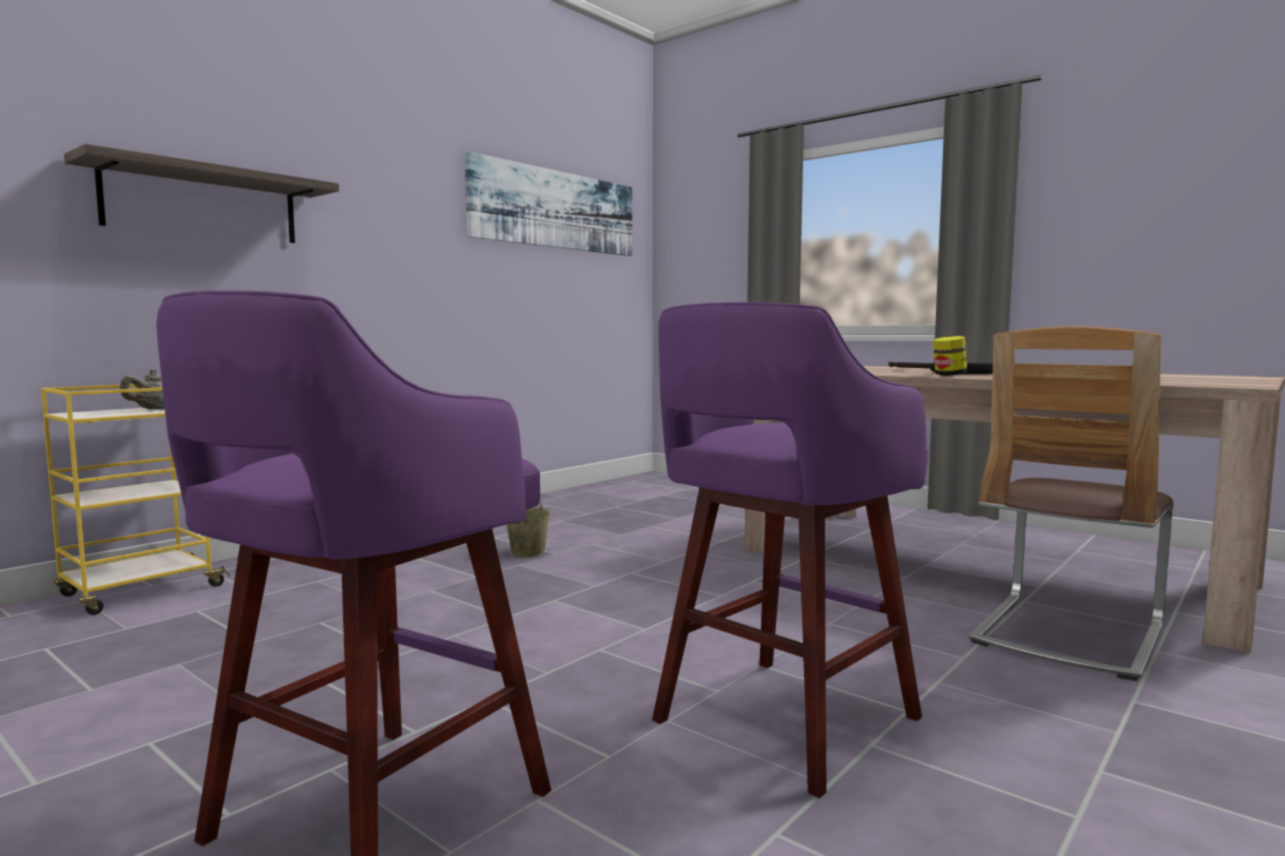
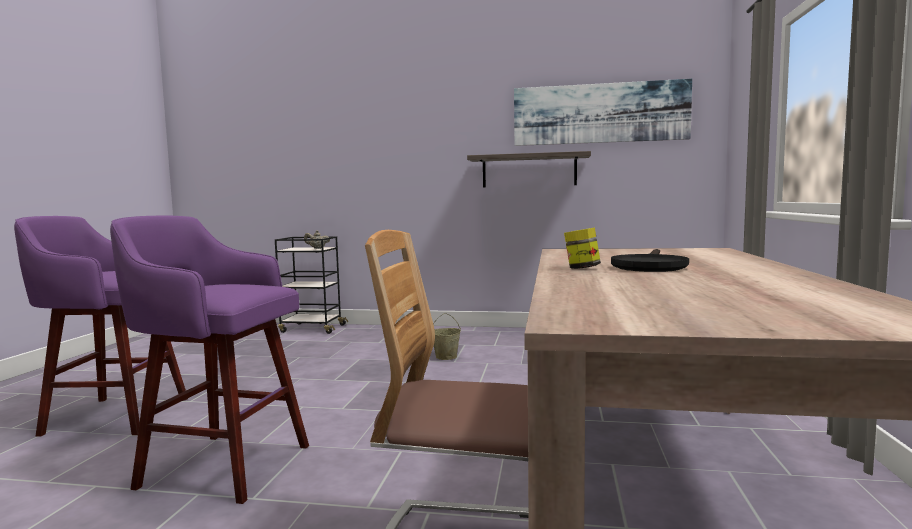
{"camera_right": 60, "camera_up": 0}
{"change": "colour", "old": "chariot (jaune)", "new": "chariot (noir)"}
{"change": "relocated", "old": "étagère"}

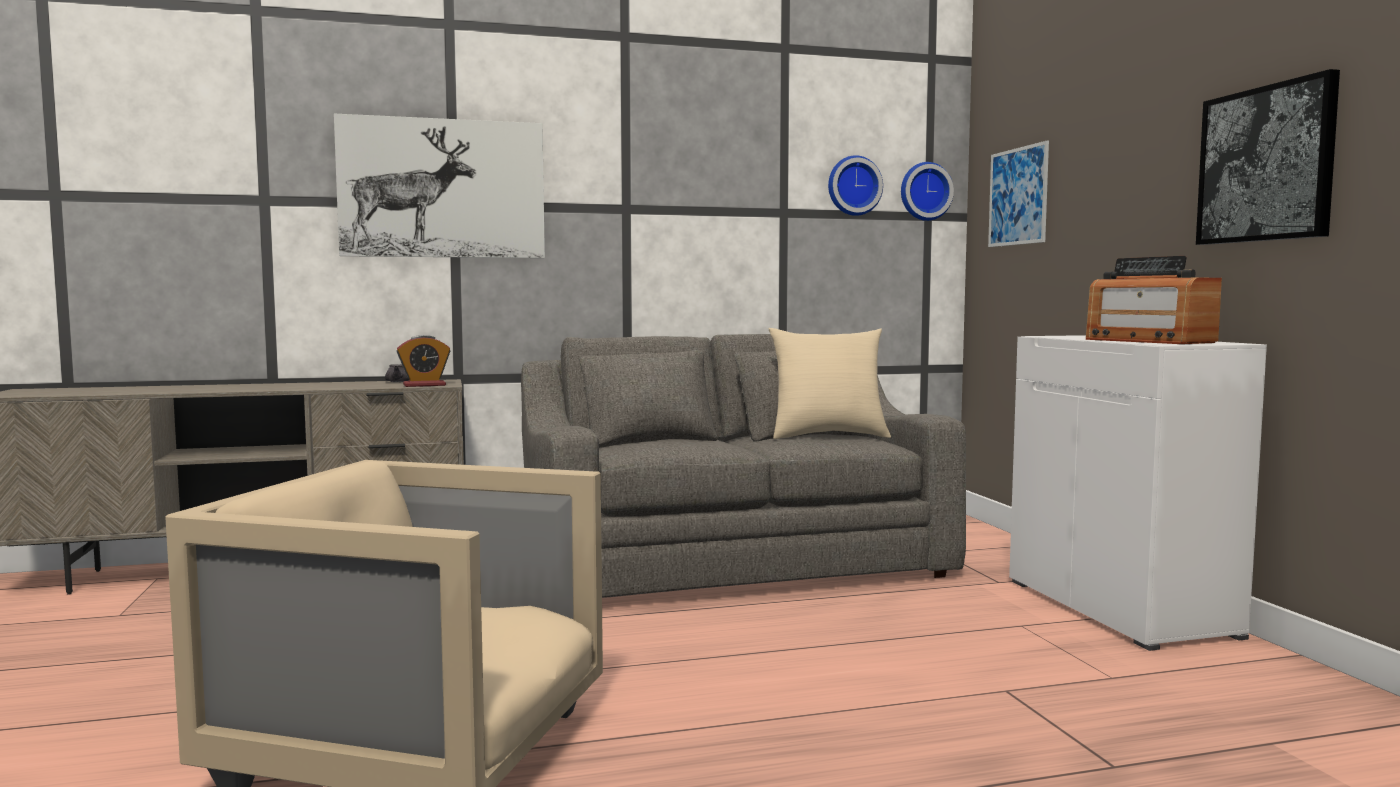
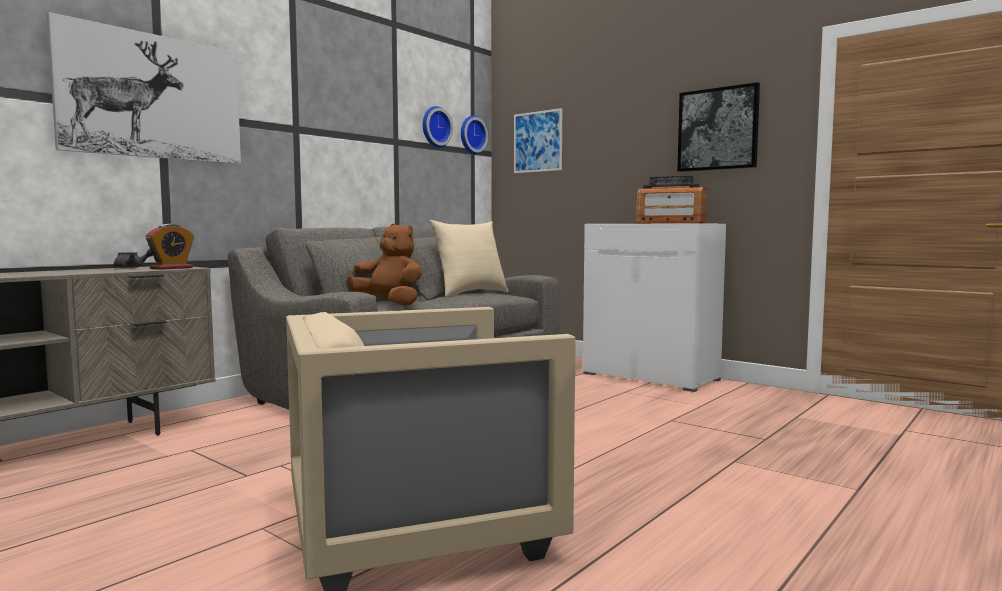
{"camera_right": -35, "camera_up": 0}
{"change": "appeared", "new": "peluche (marron)"}

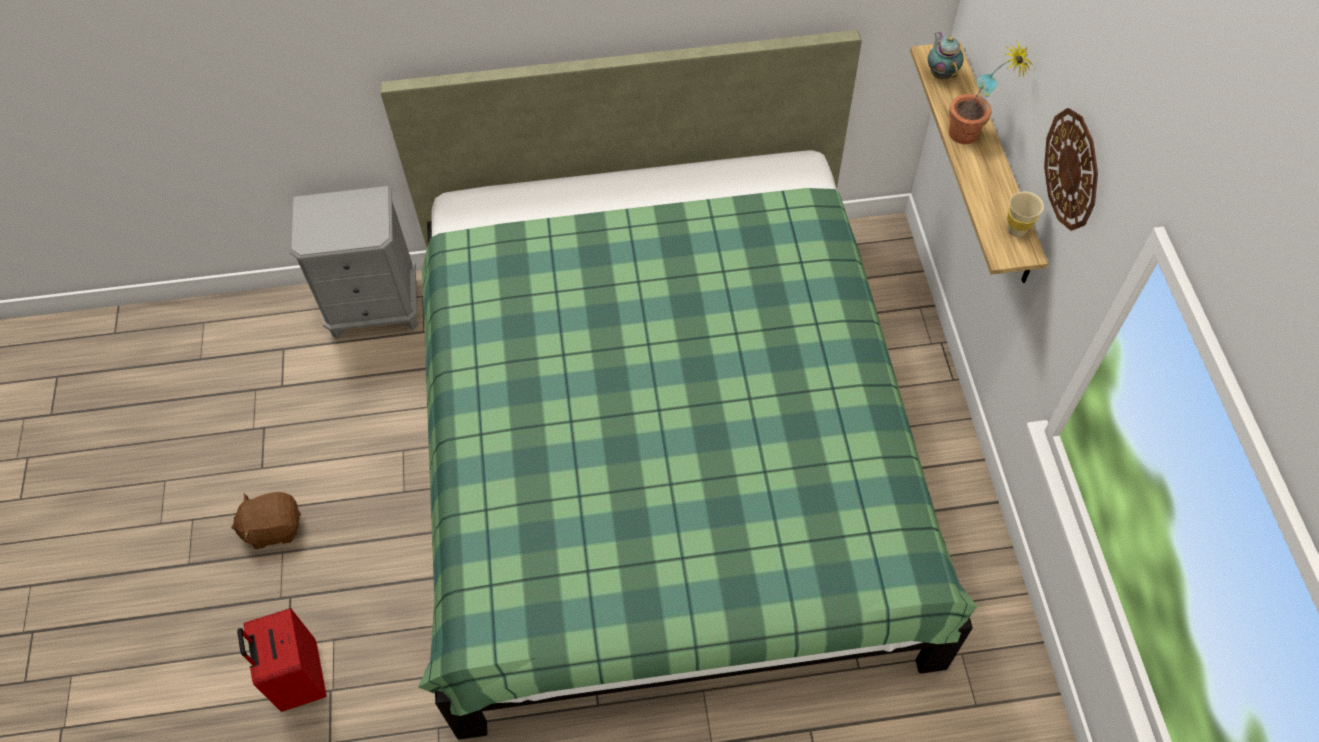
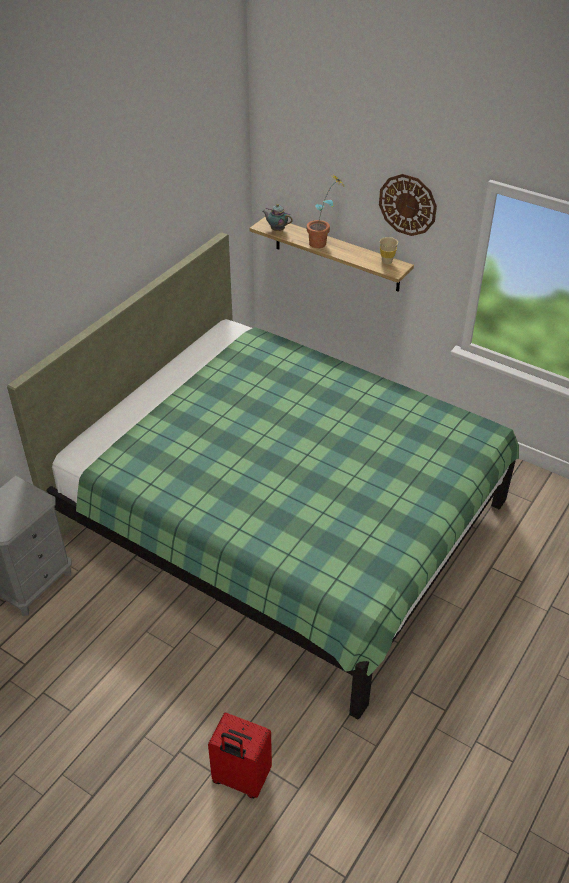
{"camera_right": -50, "camera_up": -15}
{"change": "missing", "old": "peluche (marron)"}

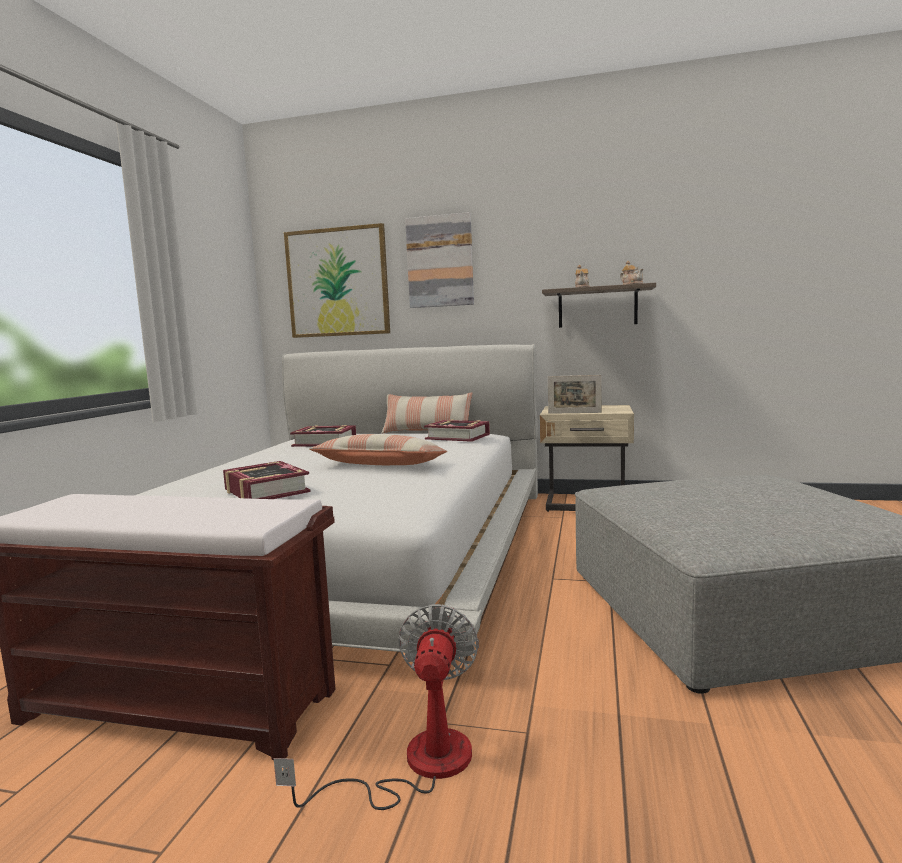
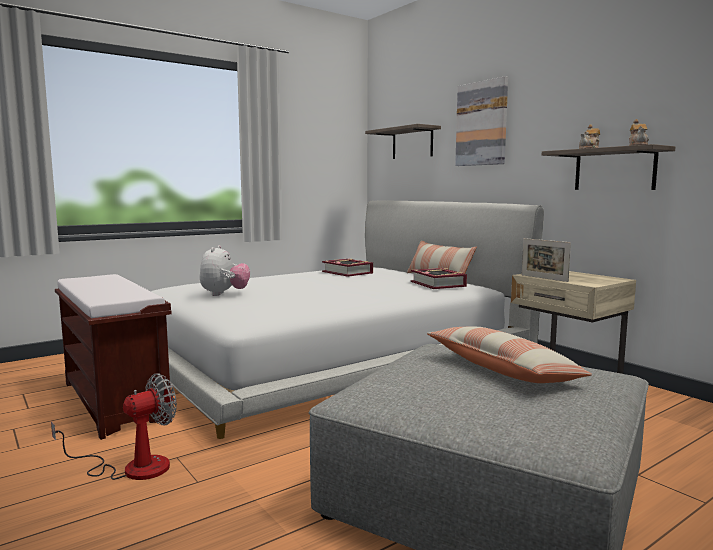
{"camera_right": 40, "camera_up": 0}
{"change": "exchanged", "old": "livre (no. 1 from left)", "new": "peluche"}
{"change": "exchanged", "old": "tableau (no. 1 from left)", "new": "étagère (no. 1 from left)"}
{"change": "relocated", "old": "coussin (no. 1 from left in the first image)", "new": "coussin (no. 2 from left)"}

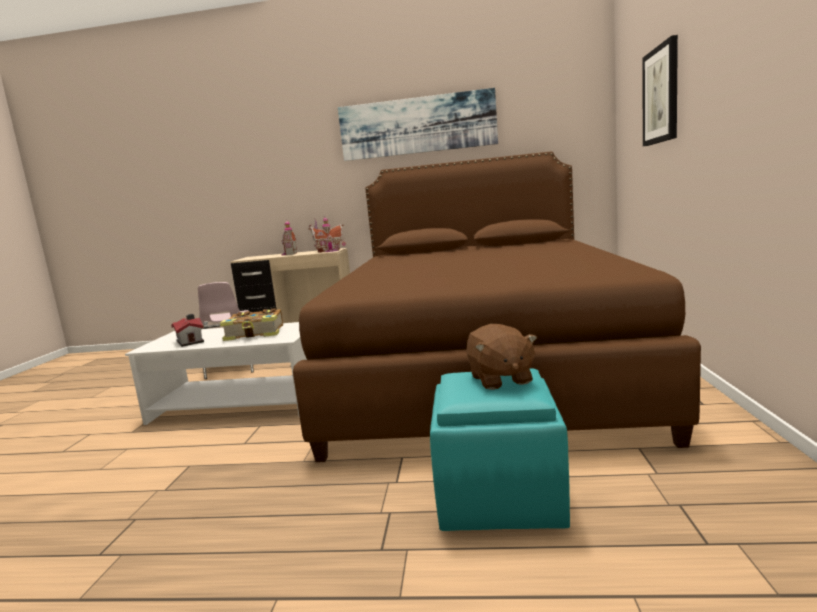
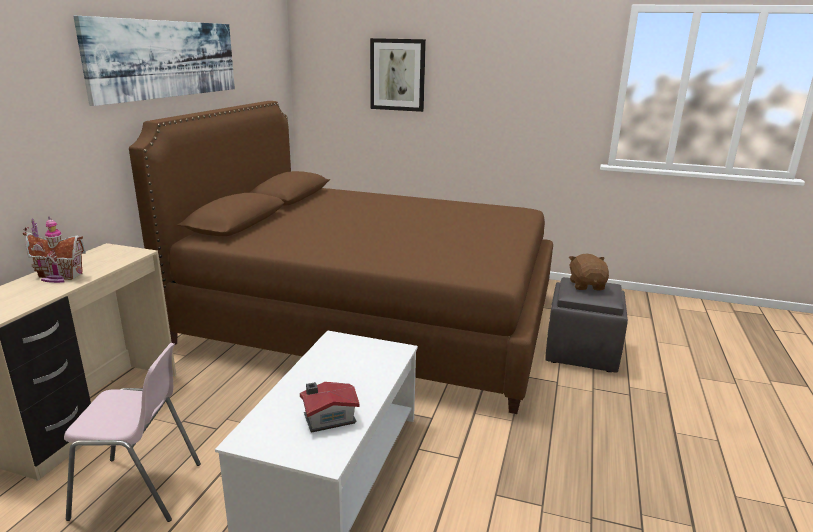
{"camera_right": -80, "camera_up": 10}
{"change": "colour", "old": "pouf (turquoise)", "new": "pouf (gris)"}
{"change": "spun", "old": "peluche (marron)", "degrees": -90}
{"change": "missing", "old": "livre"}
{"change": "missing", "old": "maison miniature (no. 3 from left)"}

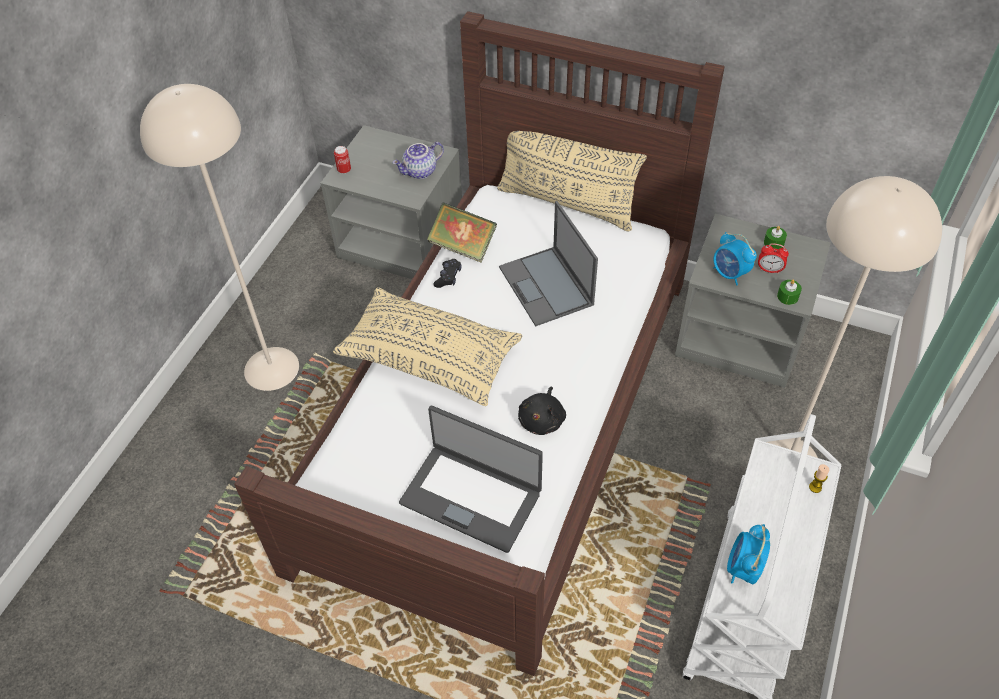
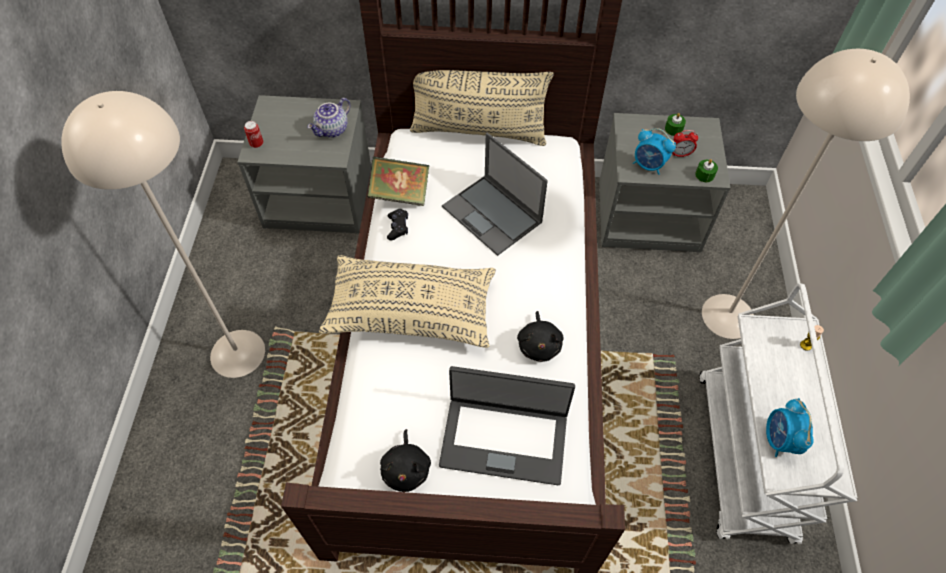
{"camera_right": -20, "camera_up": 5}
{"change": "appeared", "new": "peluche (noir) (no. 1 from left)"}

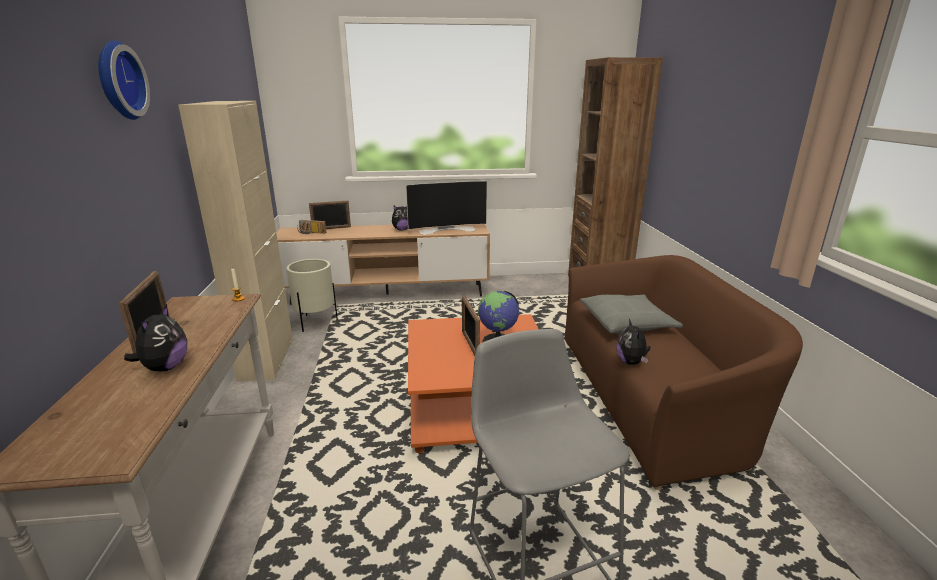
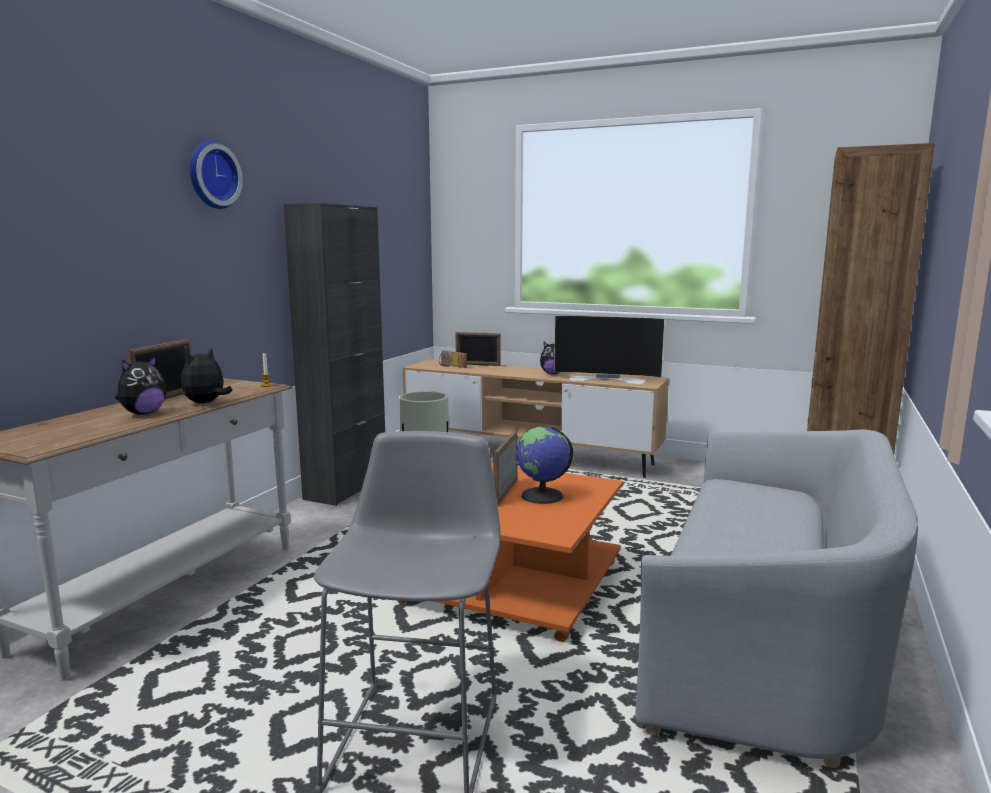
{"camera_right": 30, "camera_up": -10}
{"change": "relocated", "old": "peluche (no. 3 from left in the first image)", "new": "peluche (no. 2 from left)"}
{"change": "colour", "old": "meuble de rangement (beige)", "new": "meuble de rangement (noir)"}
{"change": "colour", "old": "canapé (marron)", "new": "canapé (gris)"}
{"change": "missing", "old": "coussin (gris)"}

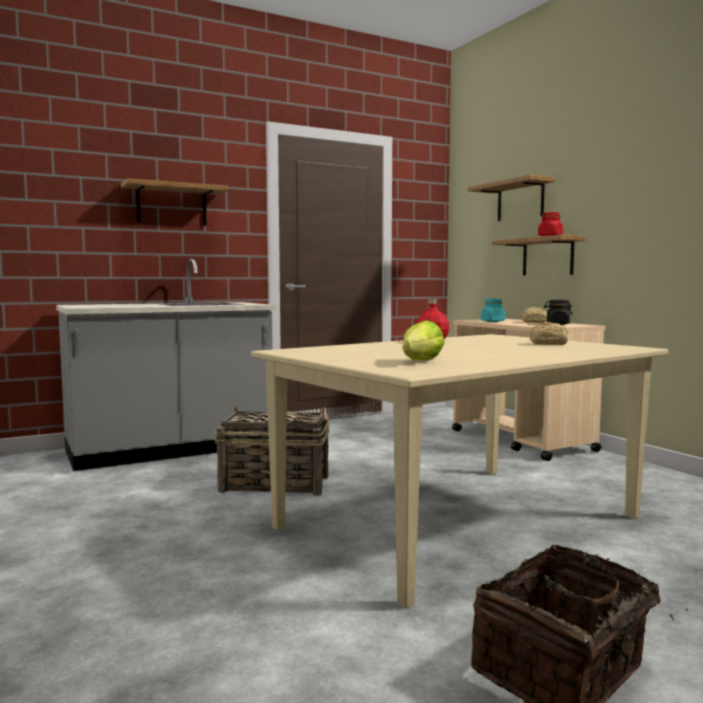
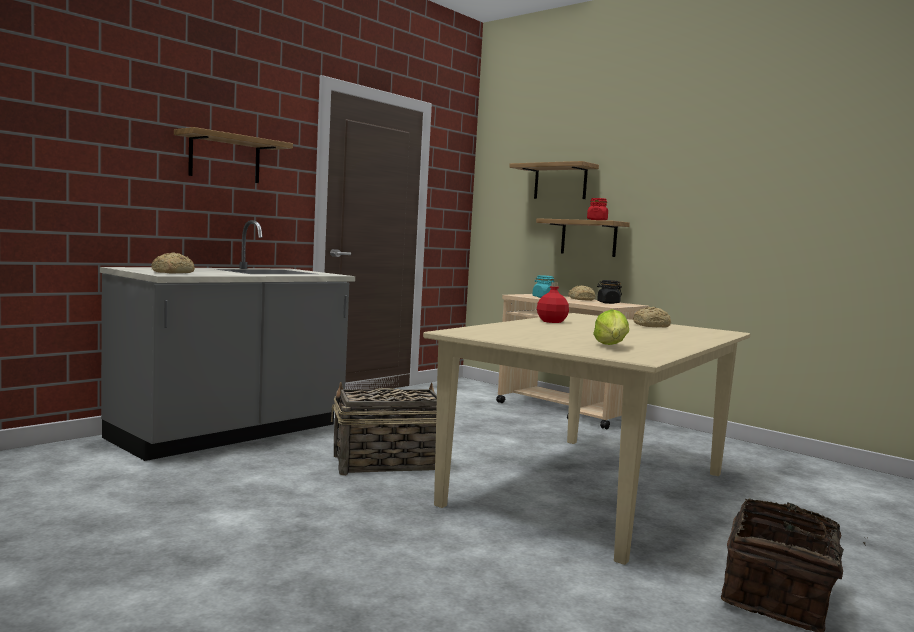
{"camera_right": -20, "camera_up": 0}
{"change": "appeared", "new": "pain (no. 1 from left)"}

